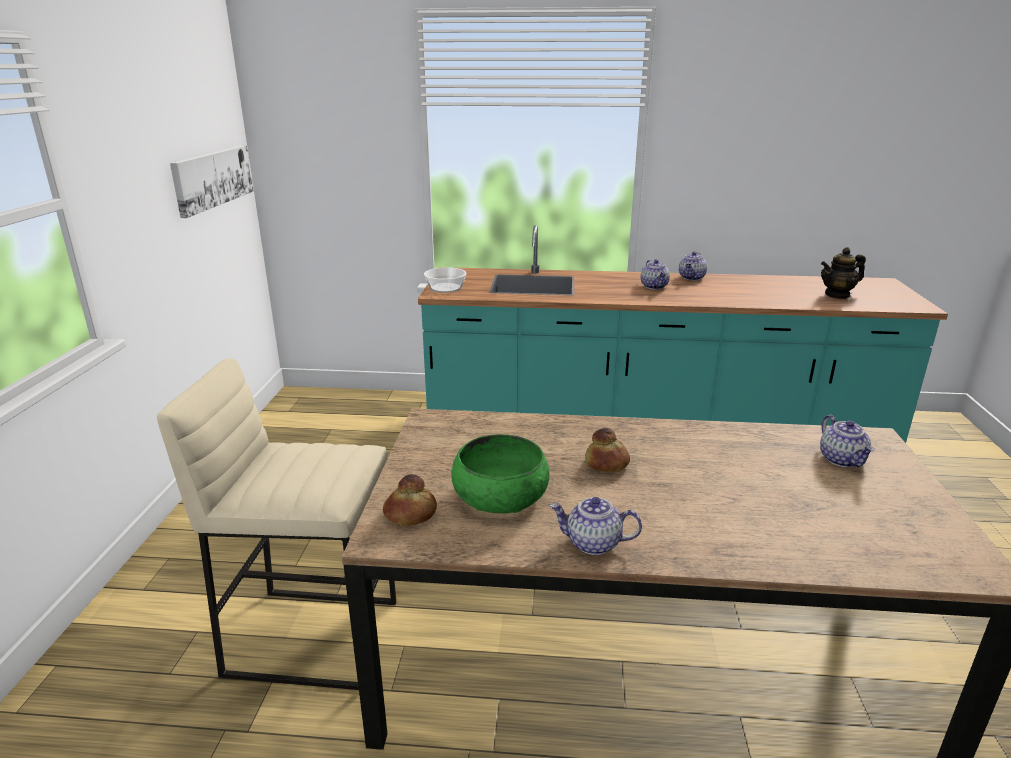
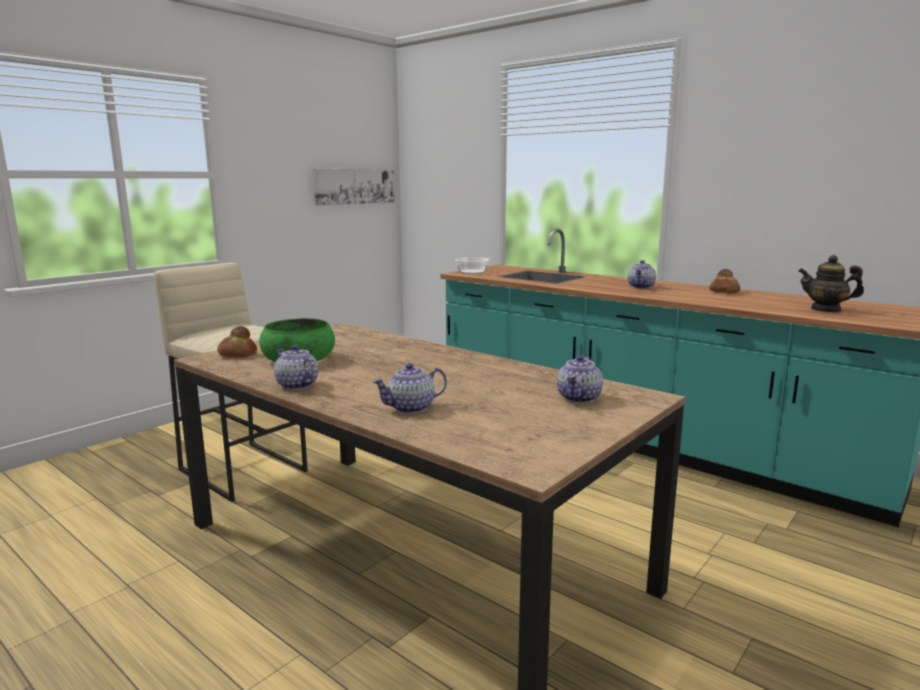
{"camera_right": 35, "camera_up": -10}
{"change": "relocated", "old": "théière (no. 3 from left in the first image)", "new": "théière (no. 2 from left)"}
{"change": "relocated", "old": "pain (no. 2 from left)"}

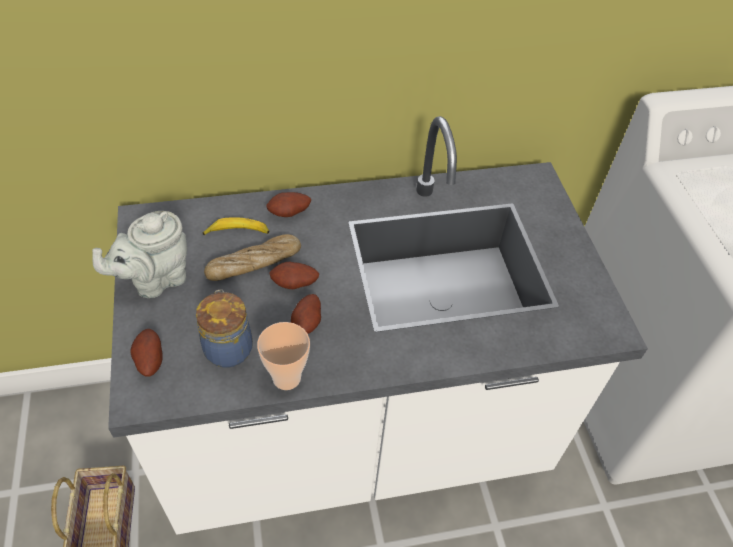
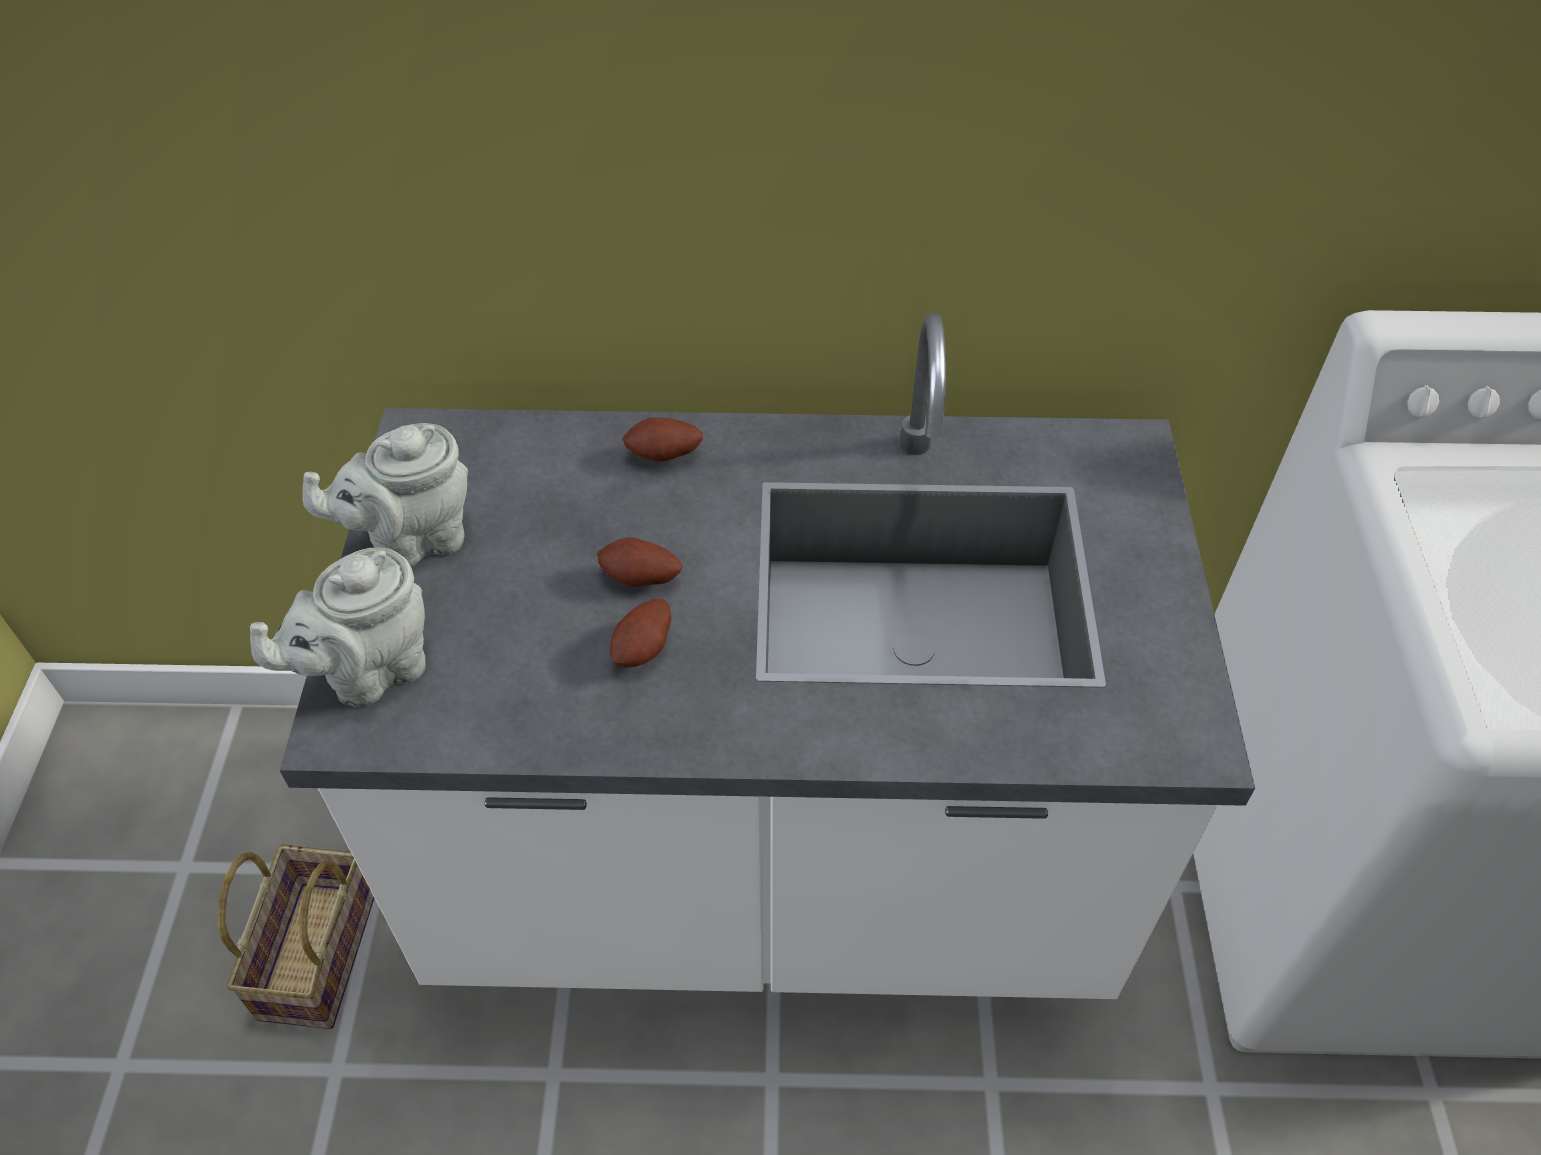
{"camera_right": 15, "camera_up": 0}
{"change": "exchanged", "old": "pomme de terre (no. 1 from left)", "new": "théière (gris) (no. 1 from left)"}
{"change": "missing", "old": "bocal"}
{"change": "missing", "old": "banane"}
{"change": "missing", "old": "pain"}
{"change": "missing", "old": "tasse"}

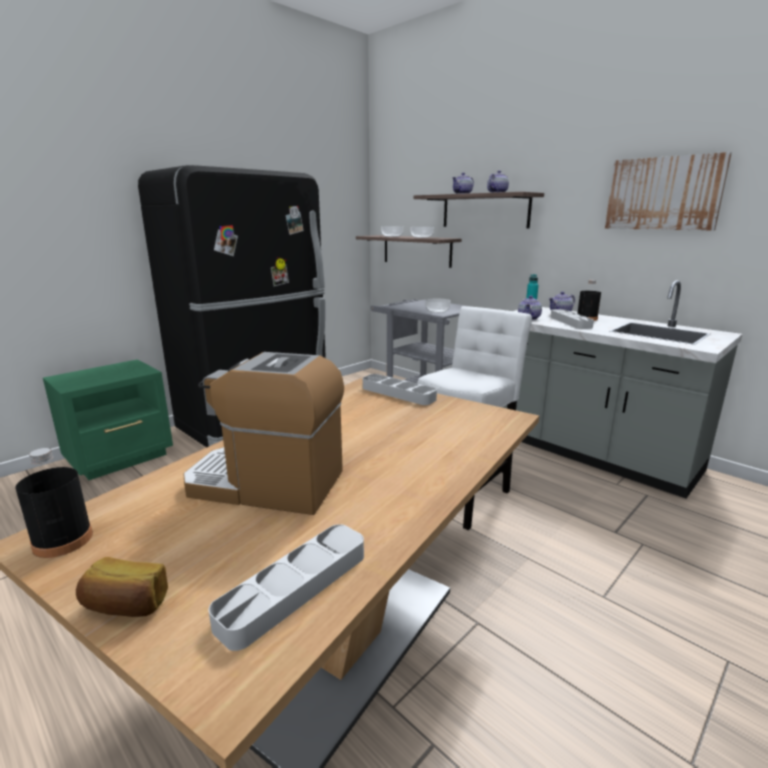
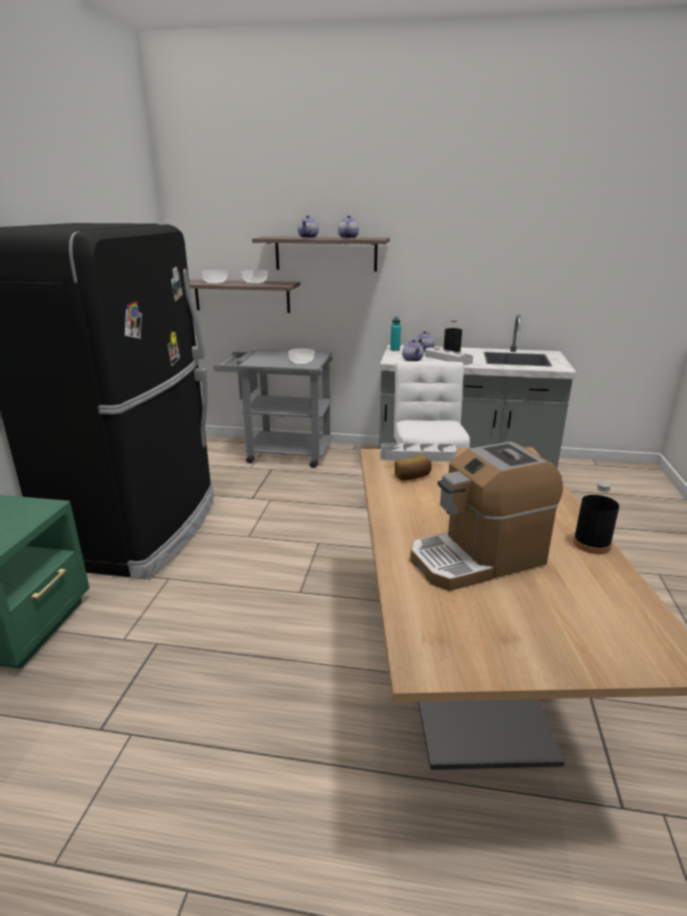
{"camera_right": -35, "camera_up": 5}
{"change": "relocated", "old": "pain"}
{"change": "relocated", "old": "bouteille (noir) (no. 1 from left in the first image)", "new": "bouteille (noir) (no. 2 from left)"}
{"change": "missing", "old": "plateau (gris) (no. 1 from left)"}
{"change": "missing", "old": "tableau"}

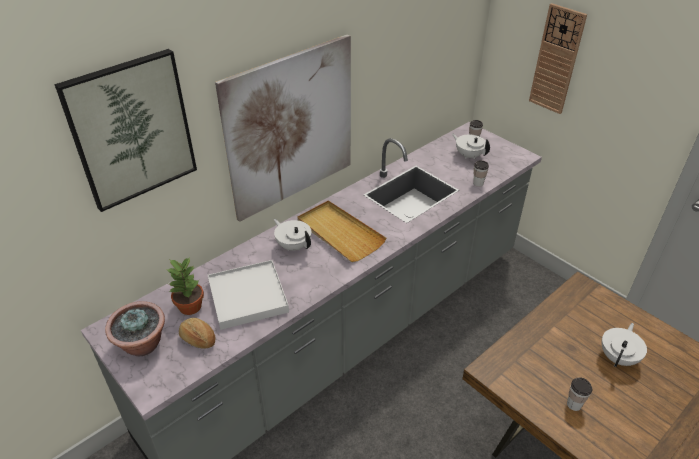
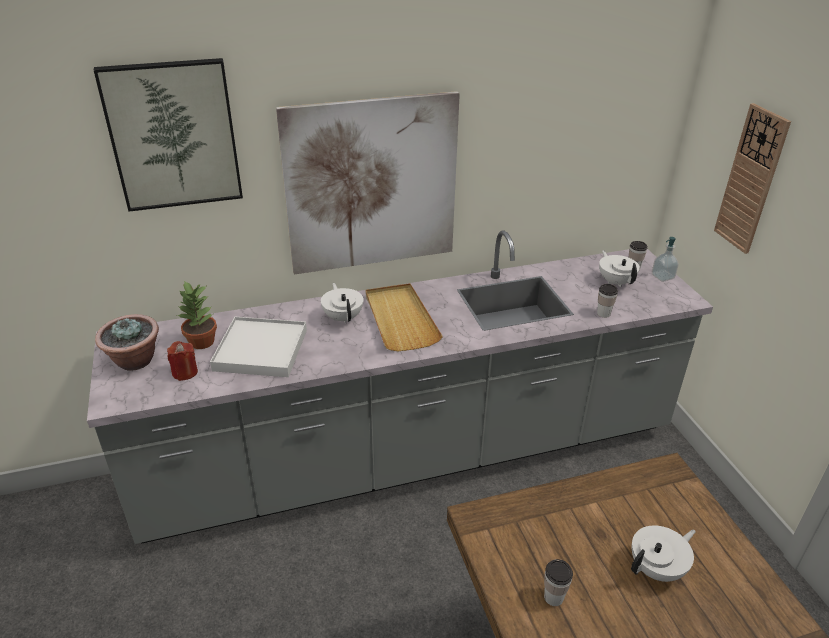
{"camera_right": 25, "camera_up": -5}
{"change": "exchanged", "old": "pain", "new": "bougie (rouge)"}
{"change": "appeared", "new": "distributeur de savon"}

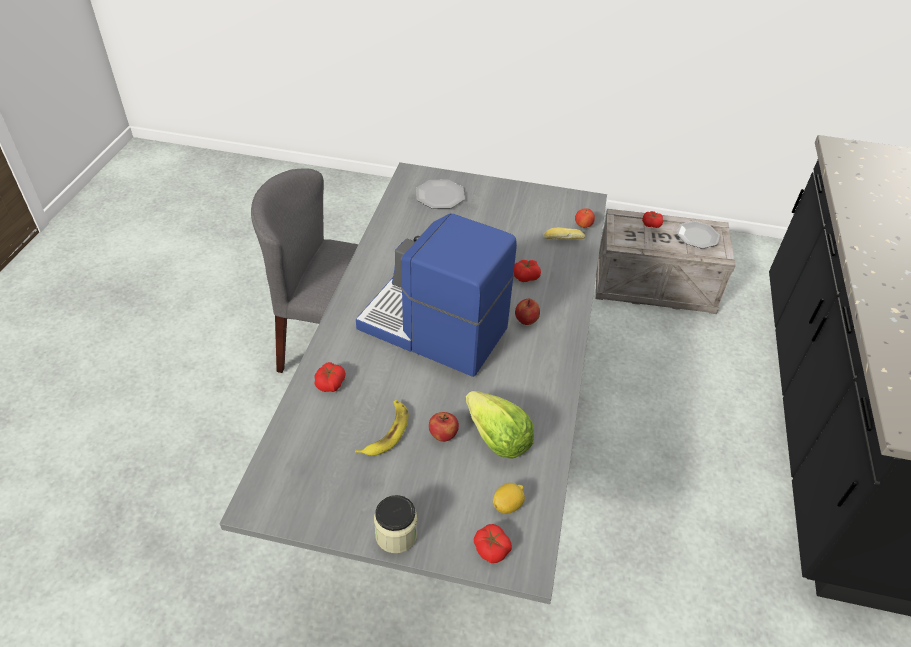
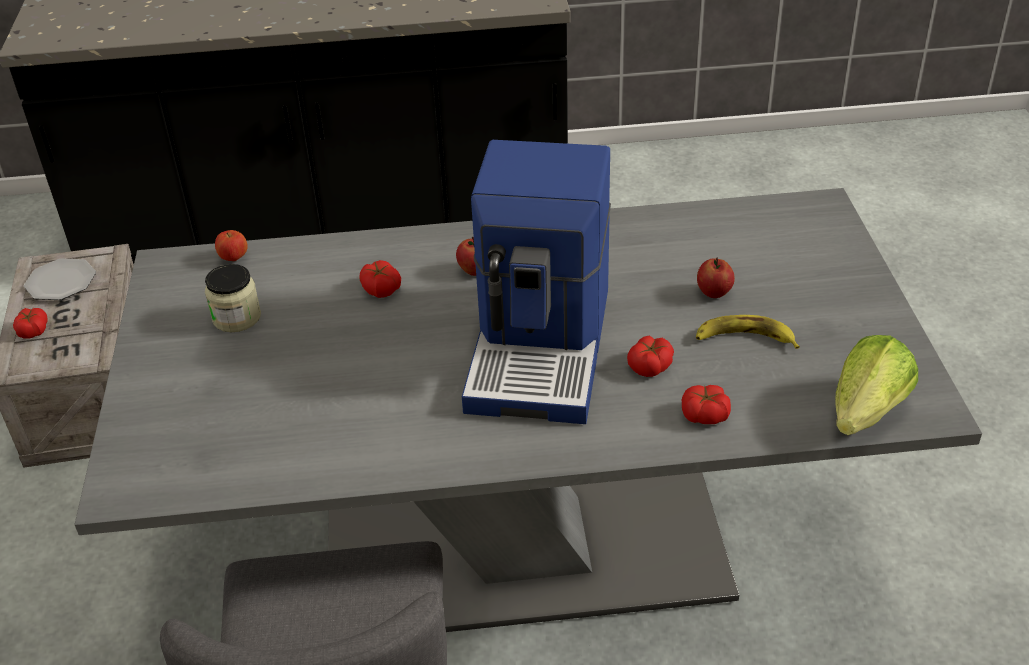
{"camera_right": -105, "camera_up": -5}
{"change": "relocated", "old": "bocal"}
{"change": "relocated", "old": "tomate (no. 2 from left in the first image)", "new": "tomate (no. 3 from left)"}
{"change": "relocated", "old": "laitue"}
{"change": "missing", "old": "assiette (no. 1 from left)"}
{"change": "missing", "old": "citron"}
{"change": "missing", "old": "pain"}

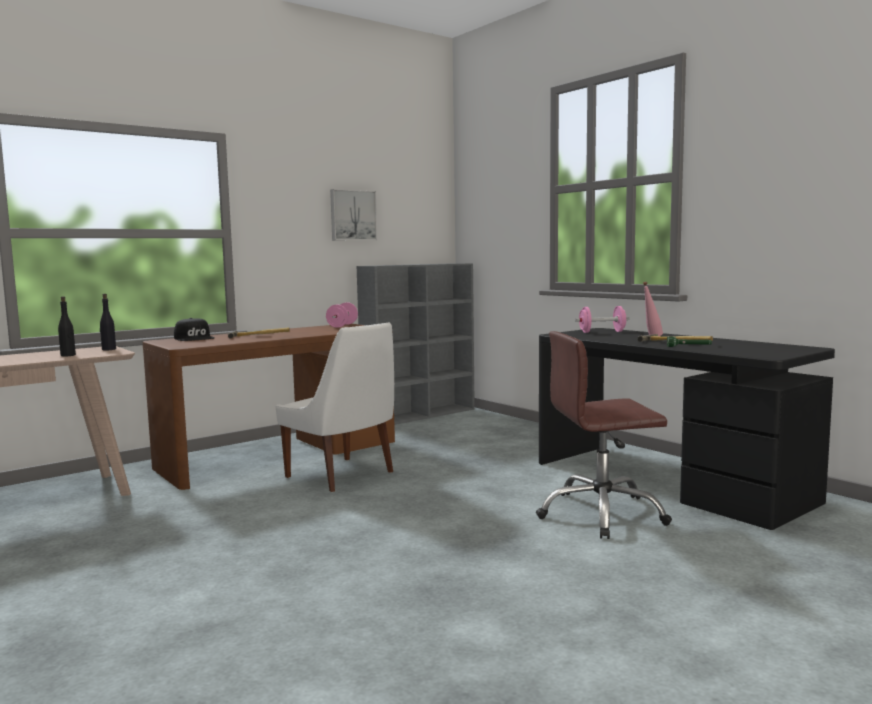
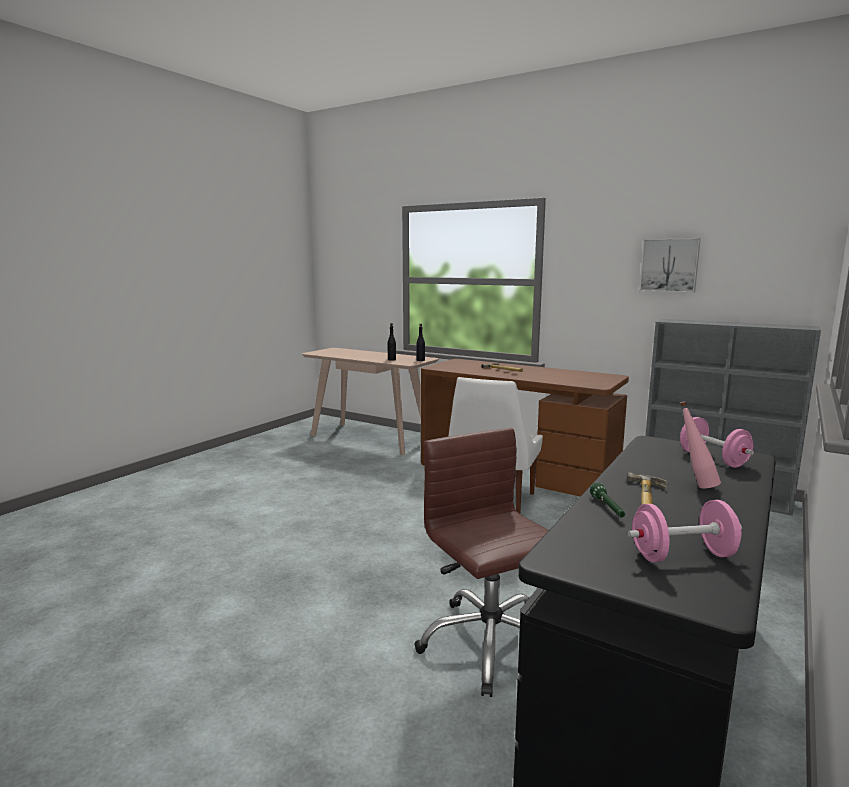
{"camera_right": 70, "camera_up": 5}
{"change": "relocated", "old": "haltère (rose) (no. 1 from left)"}
{"change": "missing", "old": "casquette (noir)"}

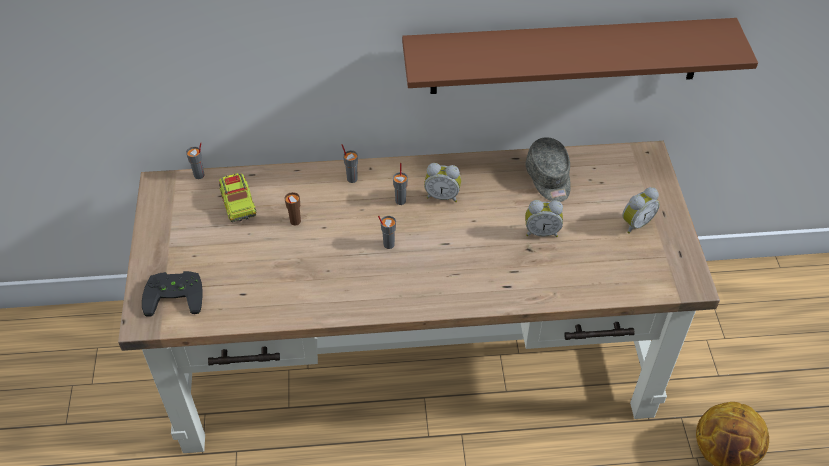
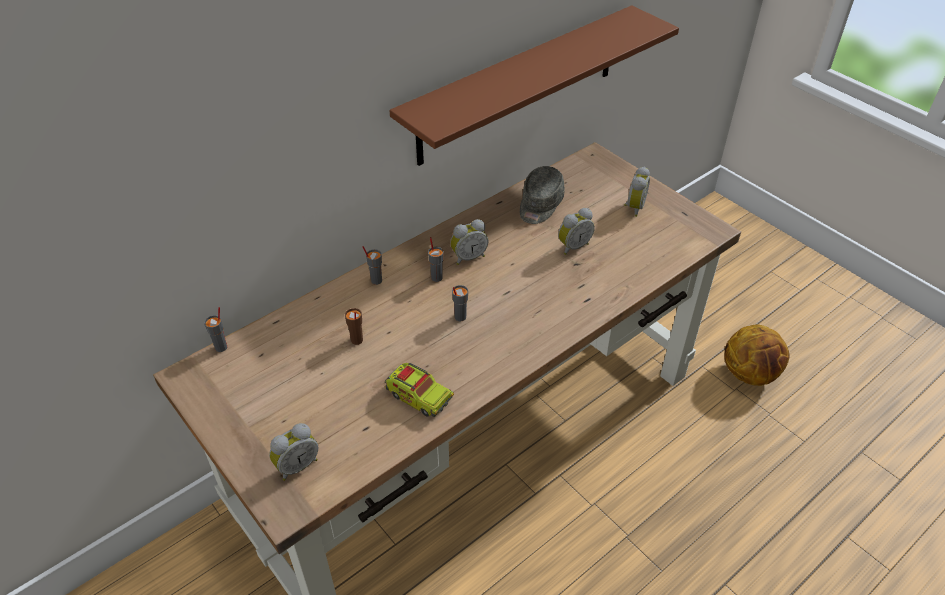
{"camera_right": -35, "camera_up": -5}
{"change": "exchanged", "old": "manette (noir)", "new": "réveil (no. 1 from left)"}
{"change": "relocated", "old": "camion jouet"}
{"change": "spun", "old": "casquette (gris)", "degrees": 75}

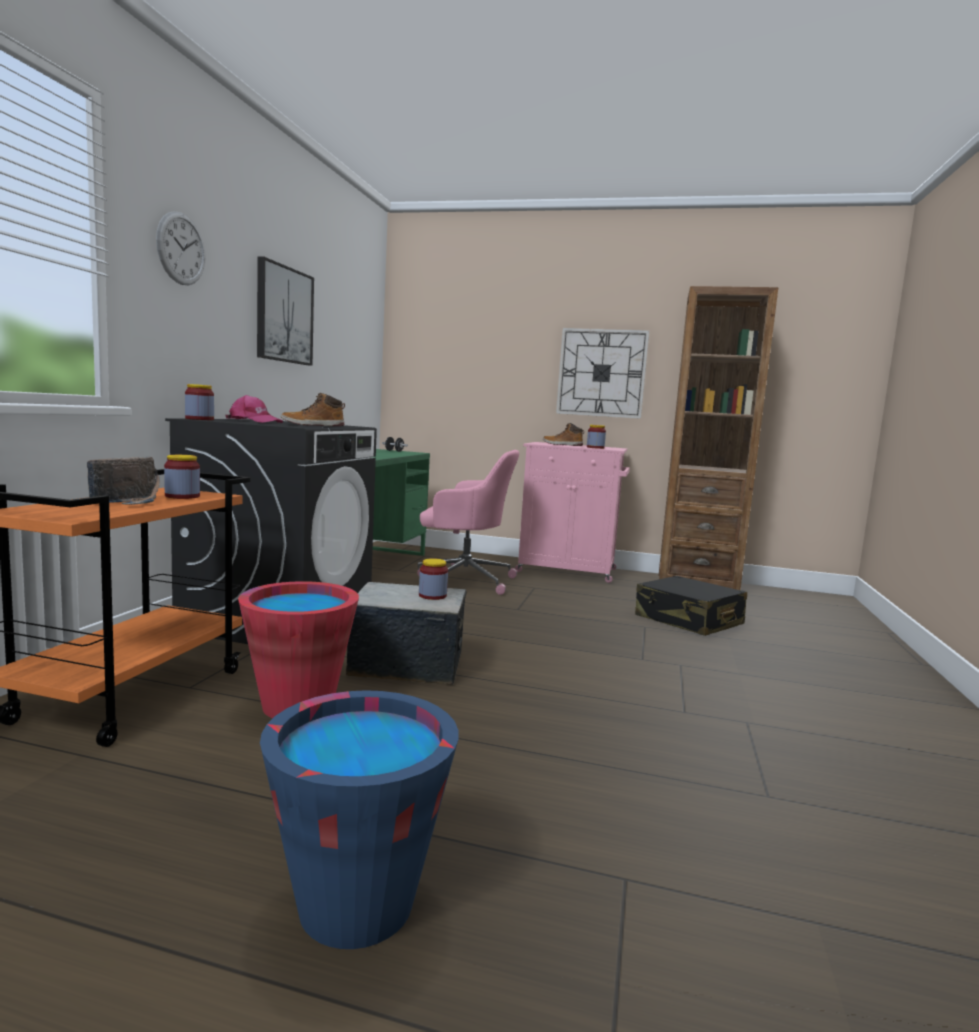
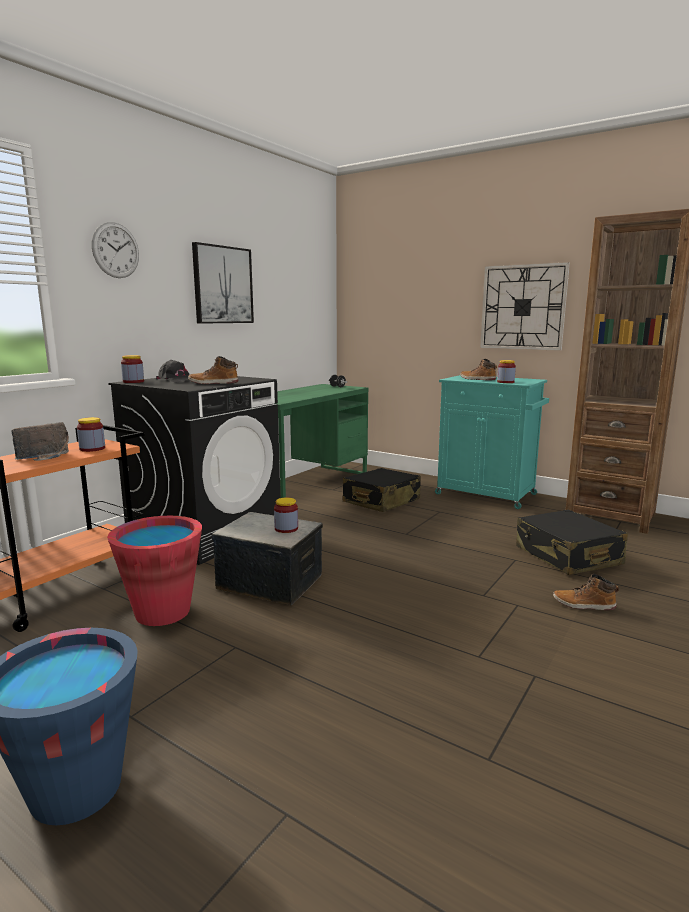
{"camera_right": 20, "camera_up": 5}
{"change": "colour", "old": "casquette (rose)", "new": "casquette (noir)"}
{"change": "exchanged", "old": "chaise de bureau (rose)", "new": "valise (noir) (no. 1 from left)"}
{"change": "colour", "old": "meuble de rangement (rose)", "new": "meuble de rangement (turquoise)"}
{"change": "appeared", "new": "botte (no. 3 from left)"}

